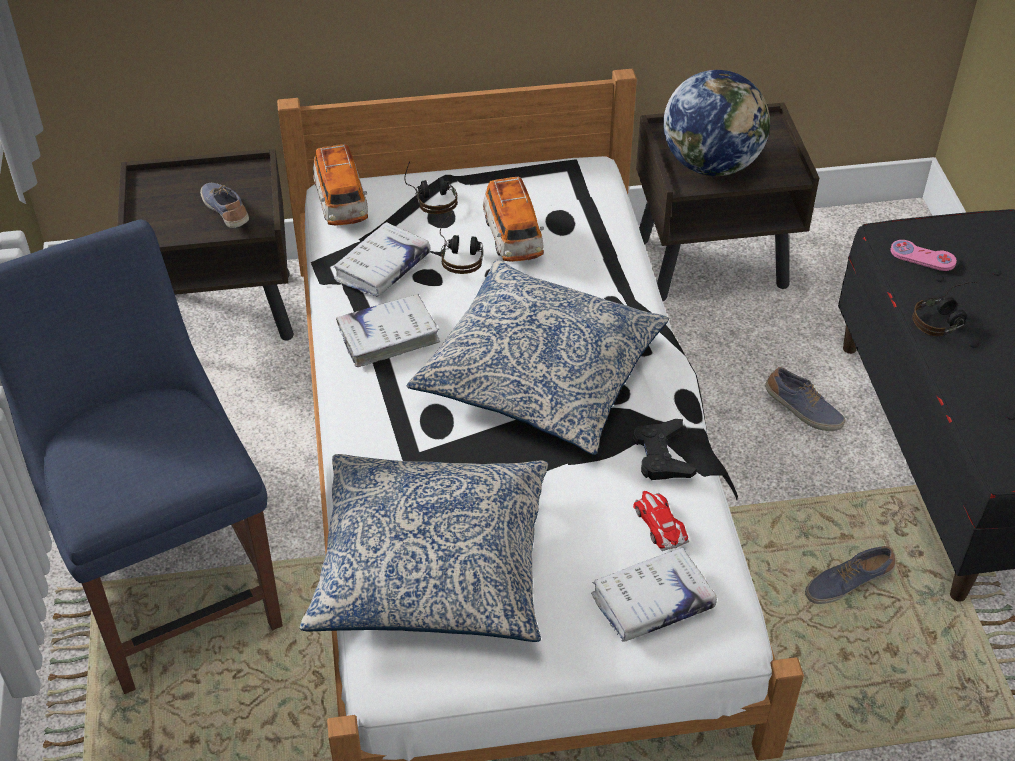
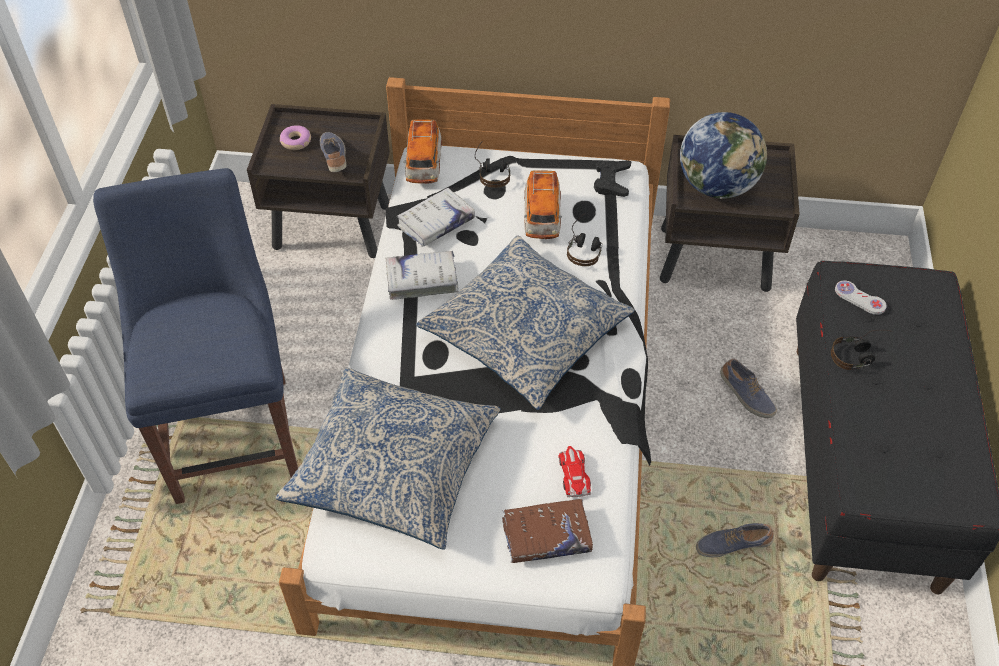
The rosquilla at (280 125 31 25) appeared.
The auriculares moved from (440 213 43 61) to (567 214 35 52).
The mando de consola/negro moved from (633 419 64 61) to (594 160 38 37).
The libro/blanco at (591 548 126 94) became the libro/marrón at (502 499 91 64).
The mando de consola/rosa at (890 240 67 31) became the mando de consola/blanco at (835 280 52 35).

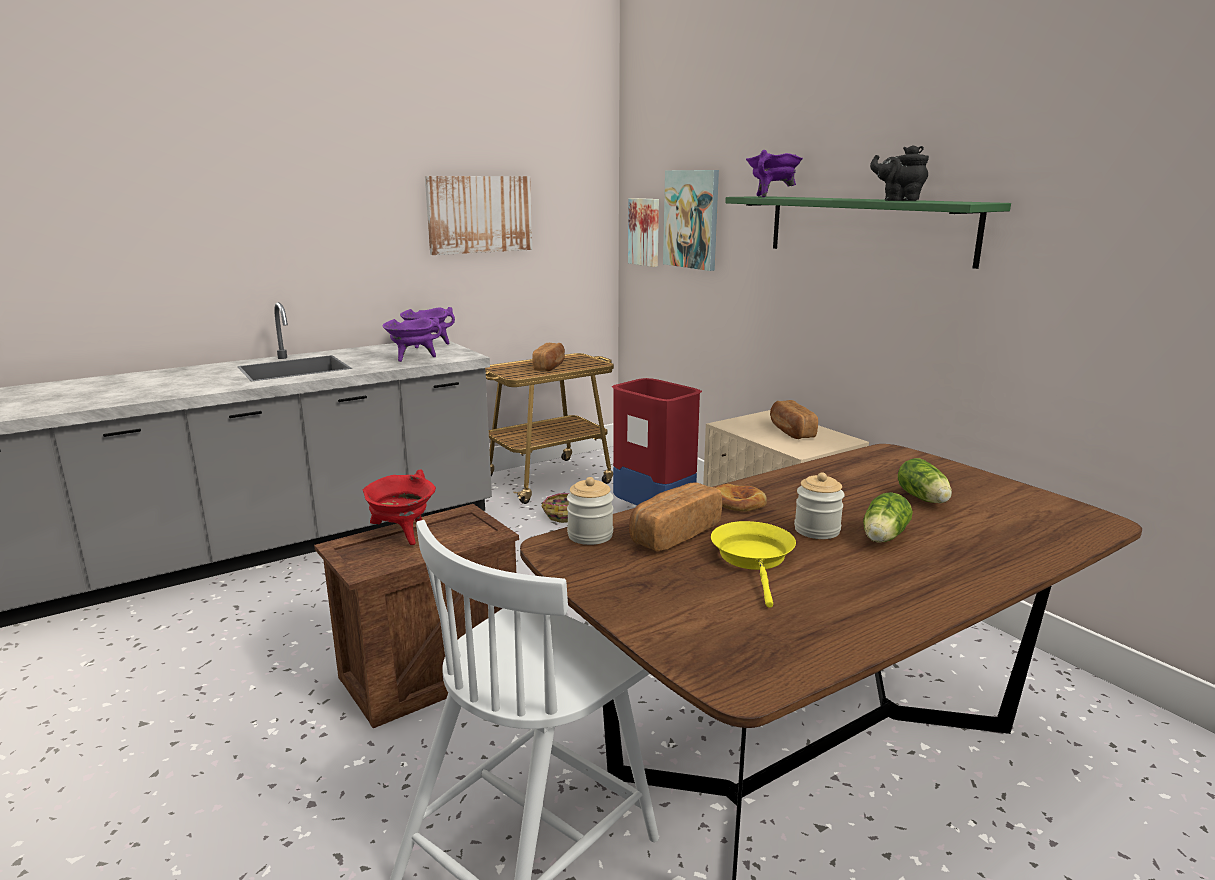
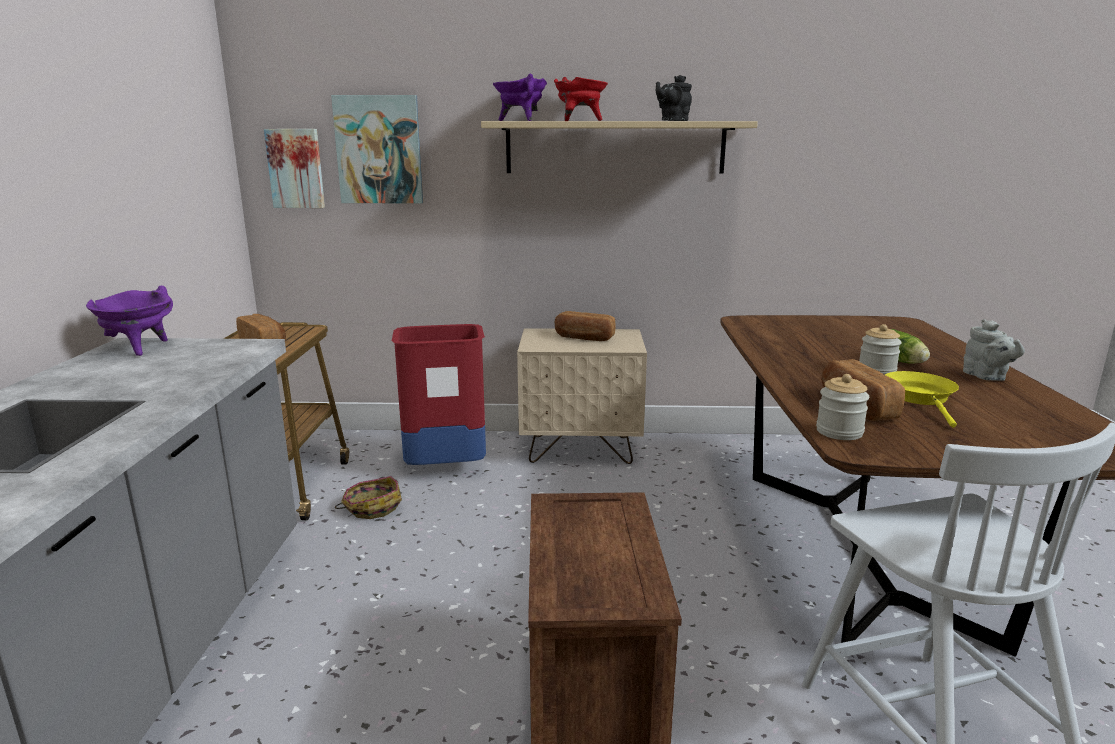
The olla/morado at (383 317 59 45) disappeared.
The cuadro at (425 176 107 79) disappeared.
The pan at (716 484 51 27) disappeared.
The lechuga at (898 458 54 45) disappeared.
The tetera/gris at (963 319 62 62) appeared.
The olla/rojo moved from (362 470 74 75) to (554 77 54 44).
The estante/verde at (725 196 286 73) became the estante/beis at (481 121 277 53).
The sartén/amarillo at (711 521 85 87) turned 60 degrees clockwise.

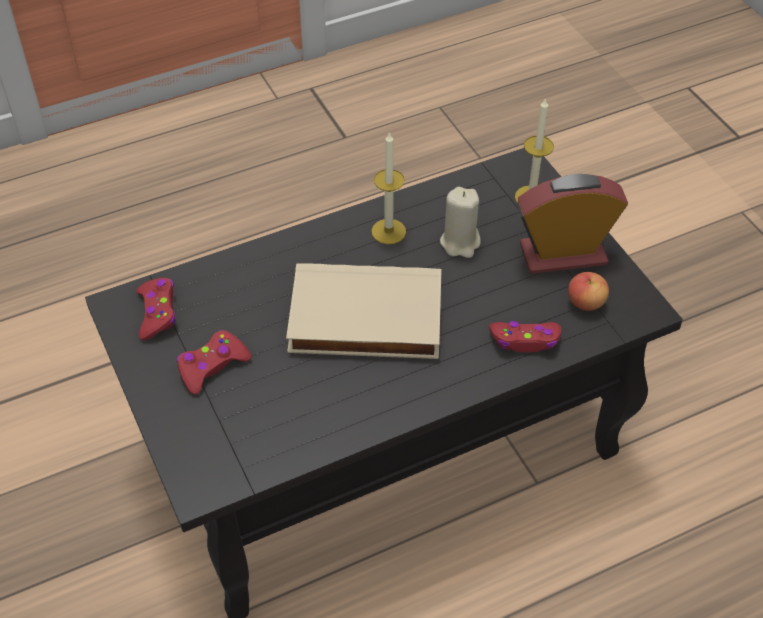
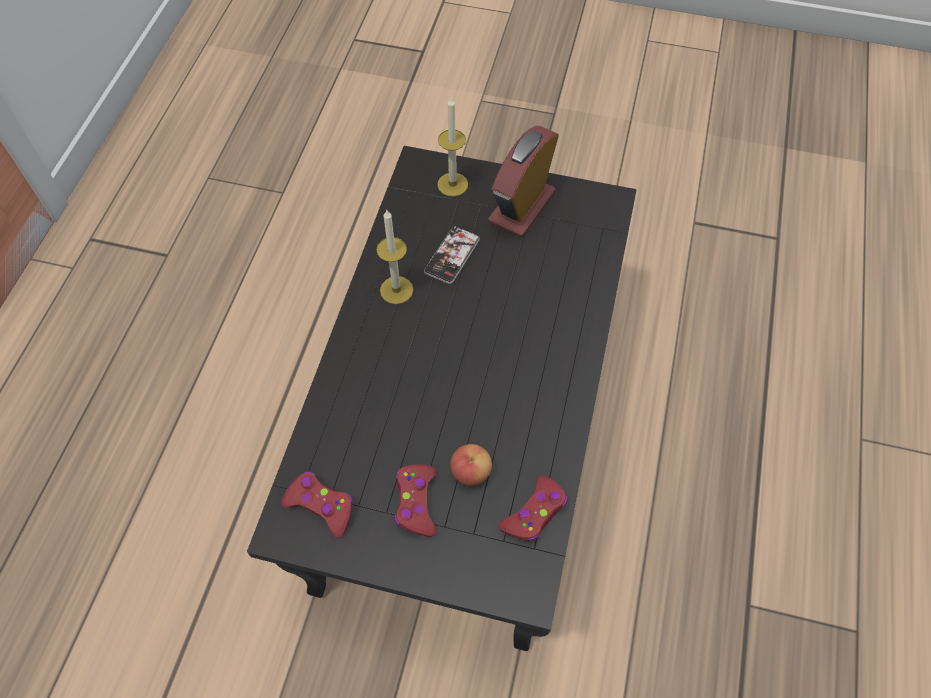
The libro/beis at (286 263 155 96) disappeared.
The mando de consola/rojo moved from (489 321 72 31) to (499 476 69 65).
The manzana moved from (568 272 41 39) to (450 444 42 42).
The vela/beis at (440 187 41 71) was replaced by the móvil at (424 227 56 57).

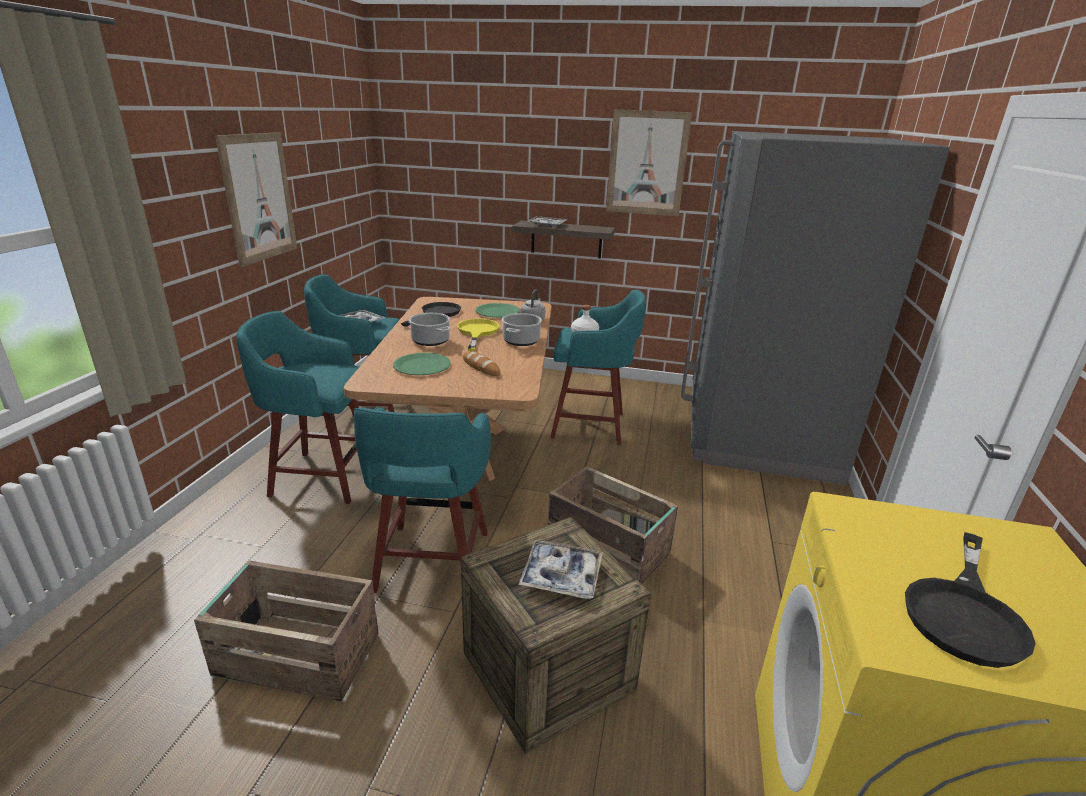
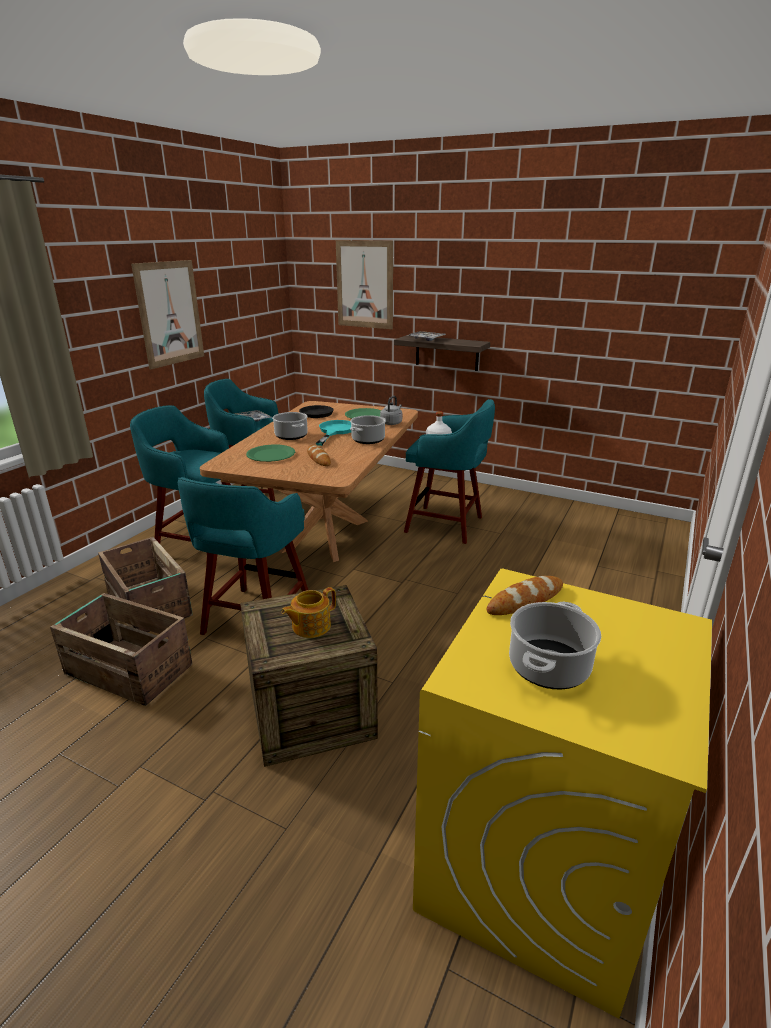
The nevera/gris at (681 131 269 354) disappeared.
The pan at (487 576 76 39) appeared.
The caja de embalaje moved from (548 466 130 118) to (98 537 95 95).
The cuadro moved from (606 109 86 107) to (336 240 57 89).
The bandeja at (518 540 85 59) was replaced by the tetera at (281 587 55 51).
The sartén/negro at (905 532 131 136) was replaced by the olla at (509 602 92 87).
The sartén/amarillo at (457 319 42 32) became the sartén/turquesa at (316 420 35 26).

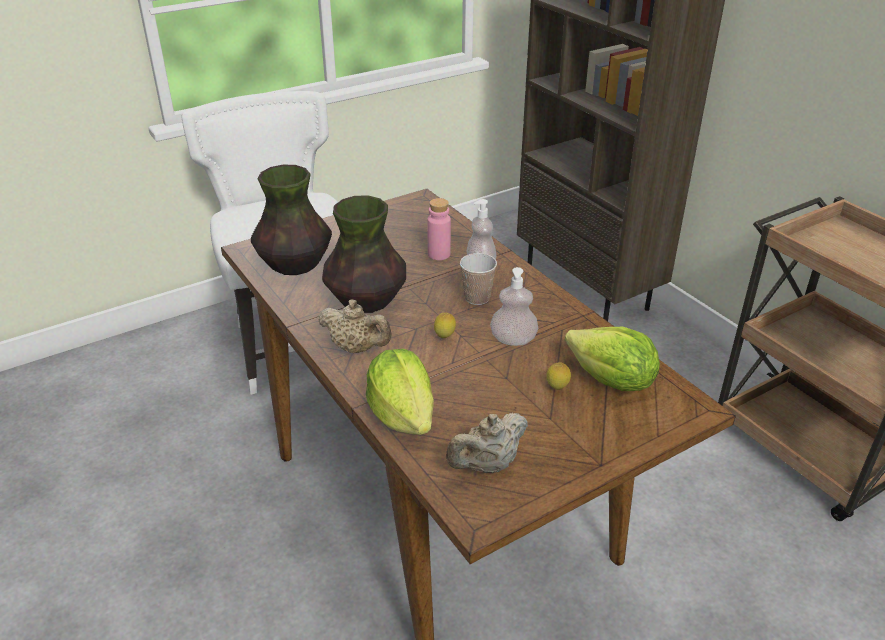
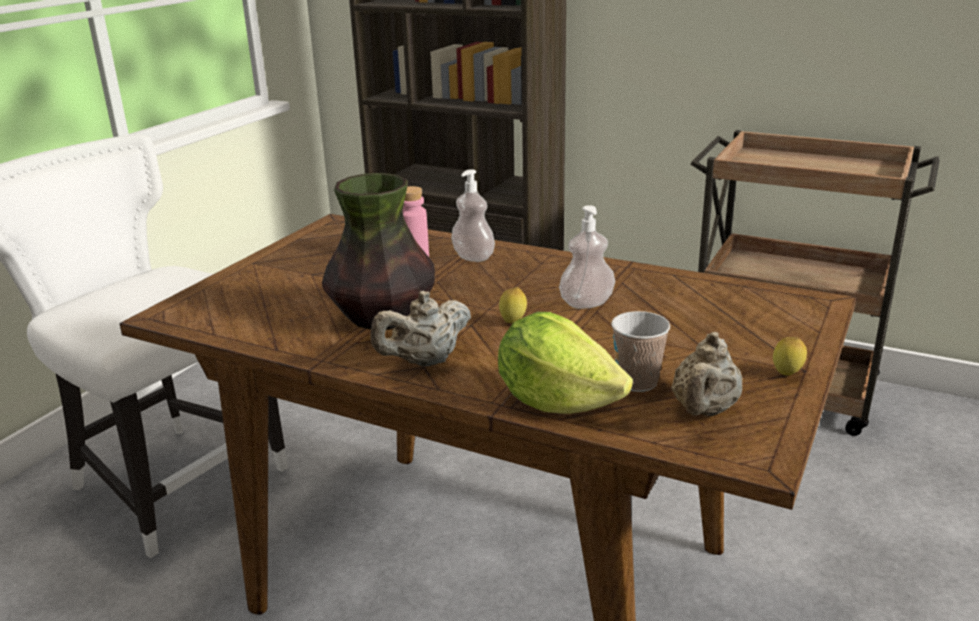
The florero at (251 164 81 111) disappeared.
The lechuga at (565 327 95 64) disappeared.
The taza moved from (460 253 37 52) to (611 311 59 81).
The limón moved from (547 363 24 27) to (773 337 34 39).
The tetera/beis at (318 299 74 54) turned 150 degrees clockwise.

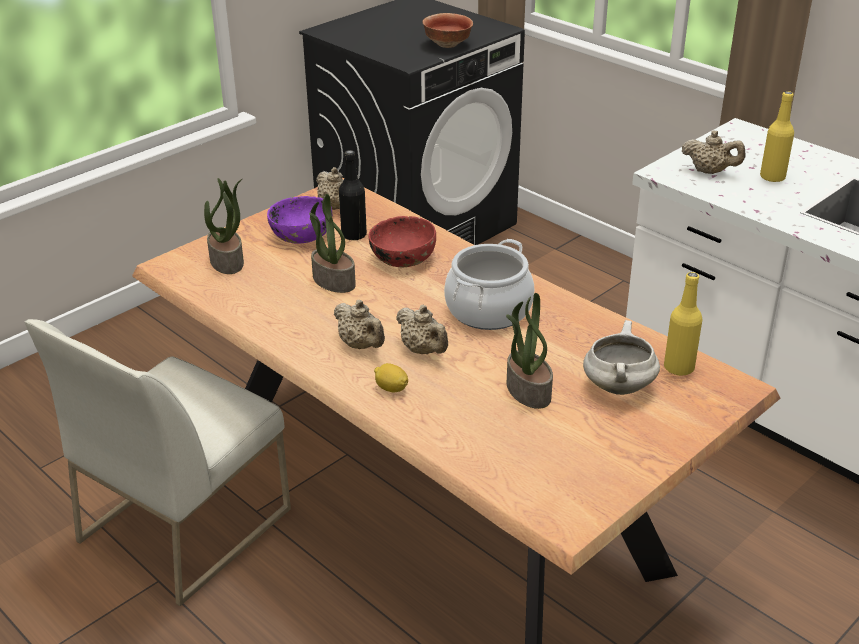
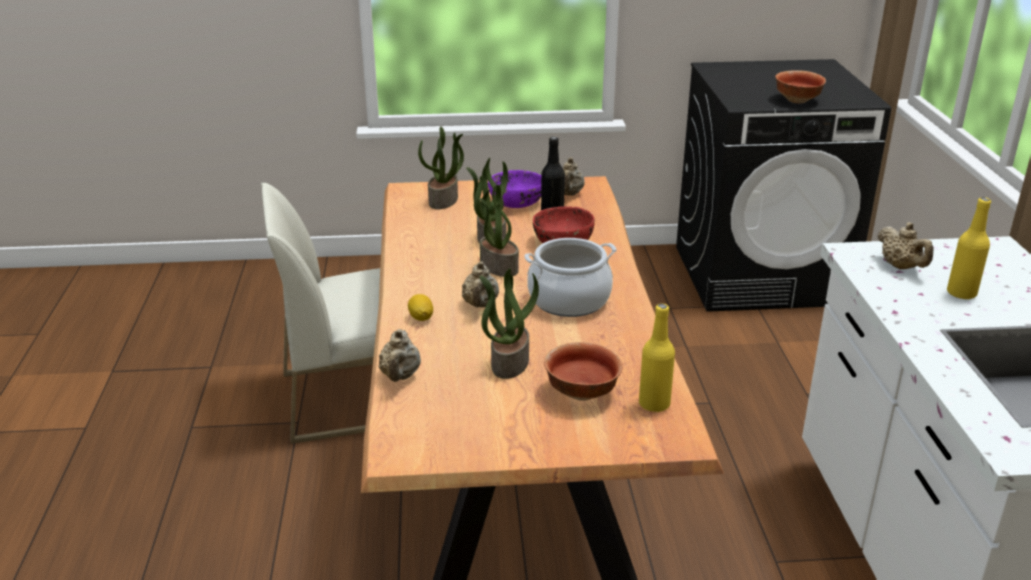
The planta en maceta at (479 184 40 93) appeared.
The tetera/beis moved from (334 300 51 49) to (379 329 42 53).
The olla/blanco at (583 320 77 75) was replaced by the cuenco at (544 342 79 59).

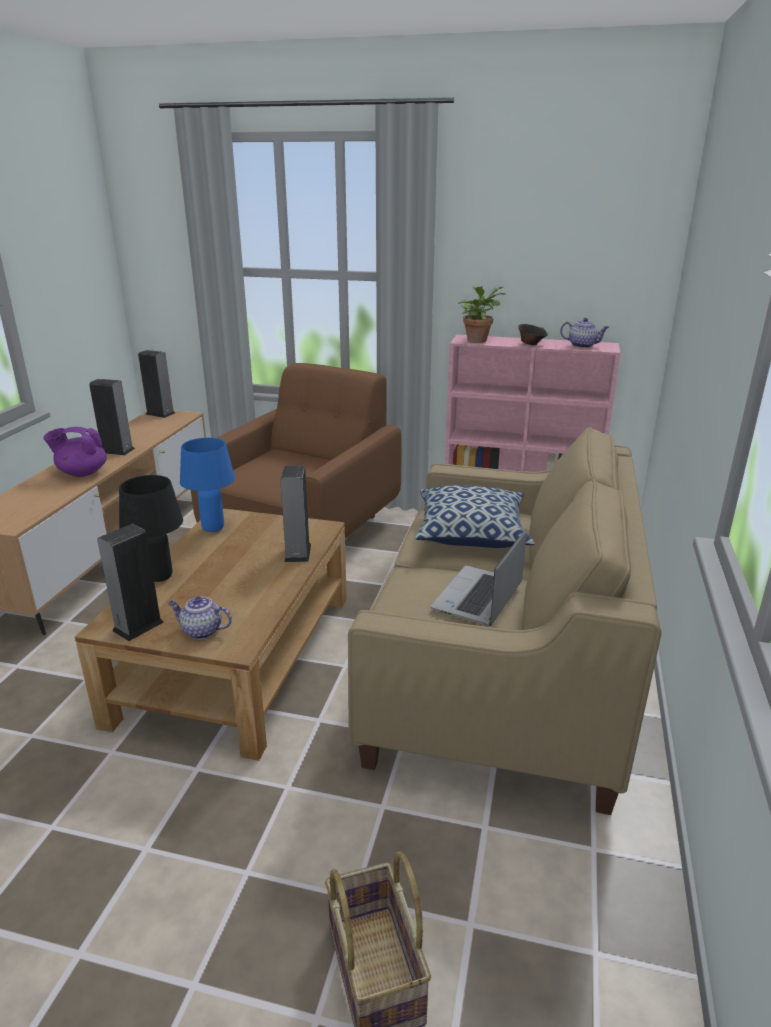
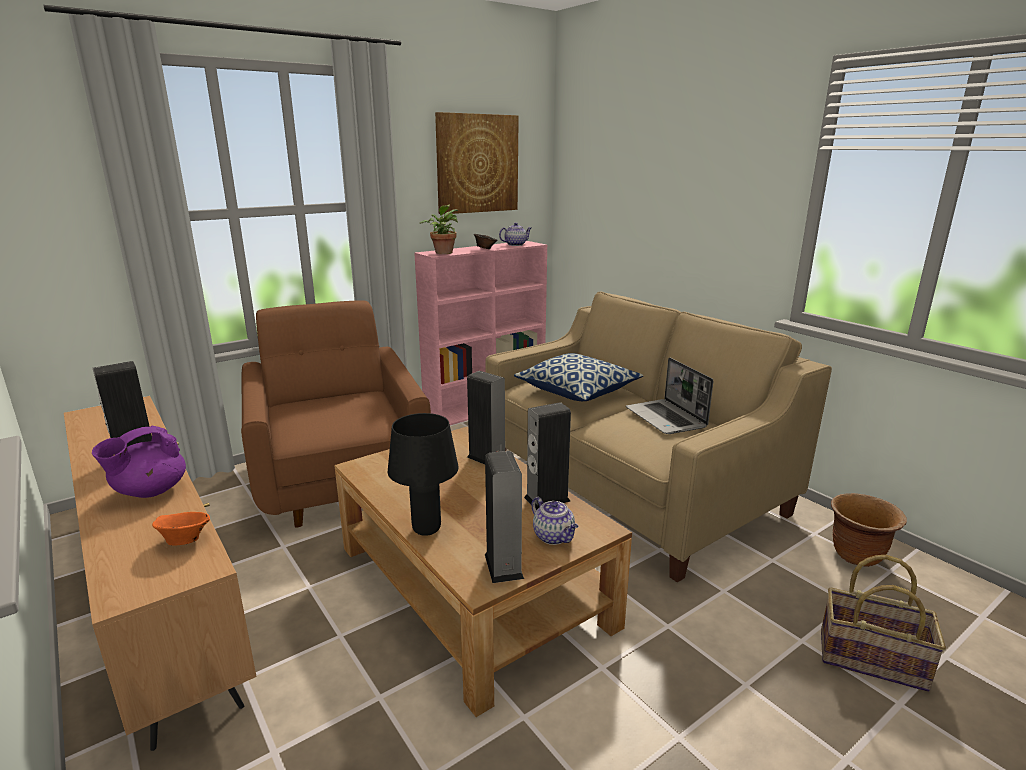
The lámpara de mesa/azul at (180 437 55 95) disappeared.
The cuenco/naranja at (152 512 58 34) appeared.
The cuadro at (435 112 84 102) appeared.
The maceta/marrón at (831 493 76 74) appeared.
The altavoz moved from (138 350 37 68) to (524 402 47 108).
The tetera at (168 596 64 43) turned 90 degrees counterclockwise.

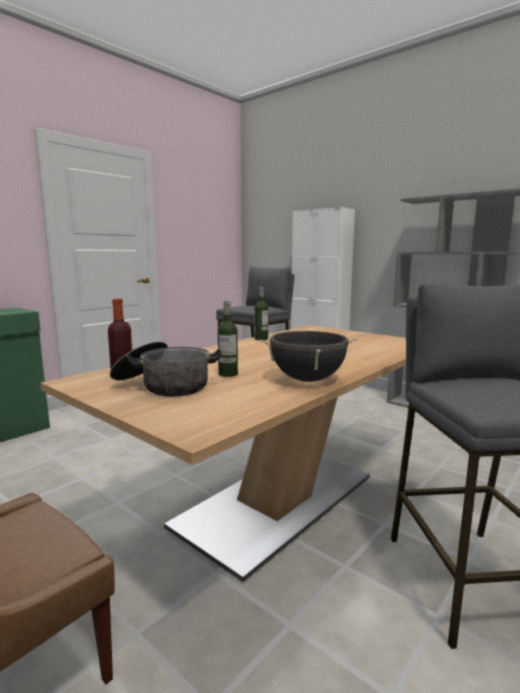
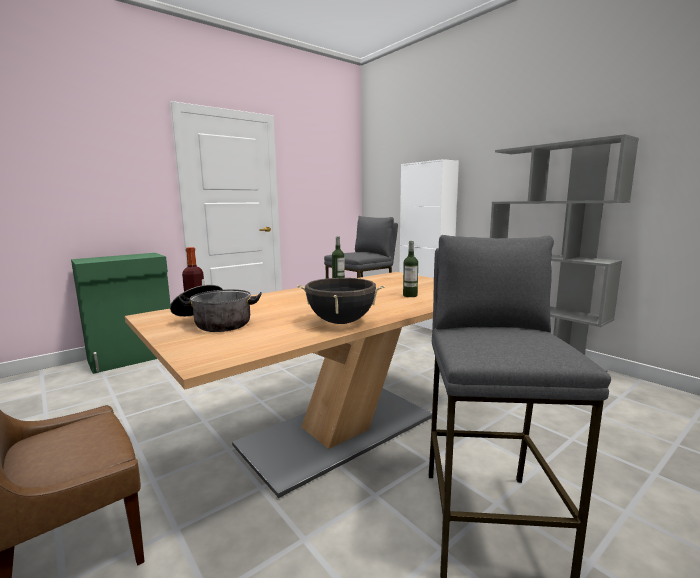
The botella moved from (218 301 20 76) to (403 241 15 56).

